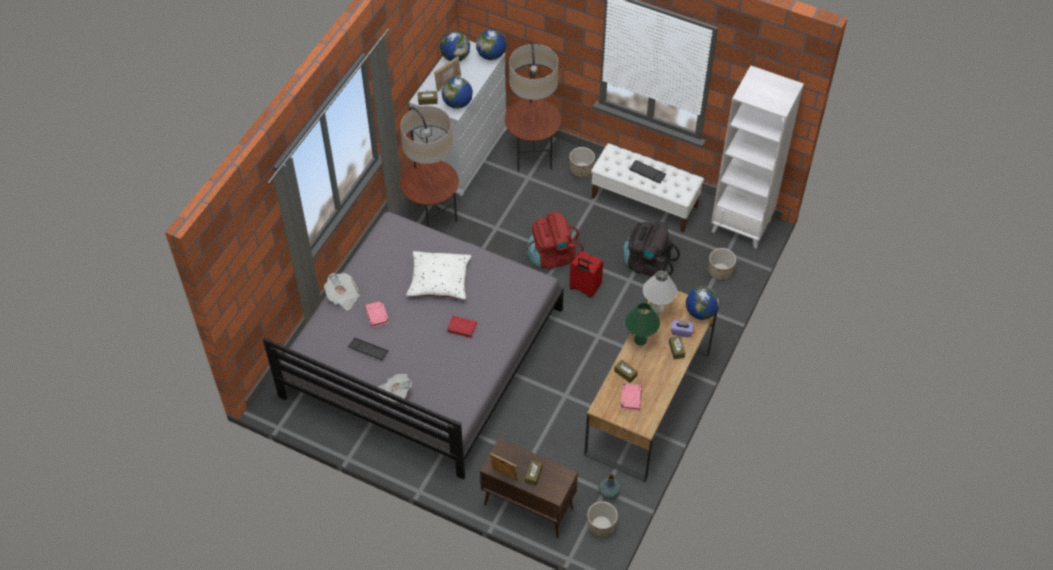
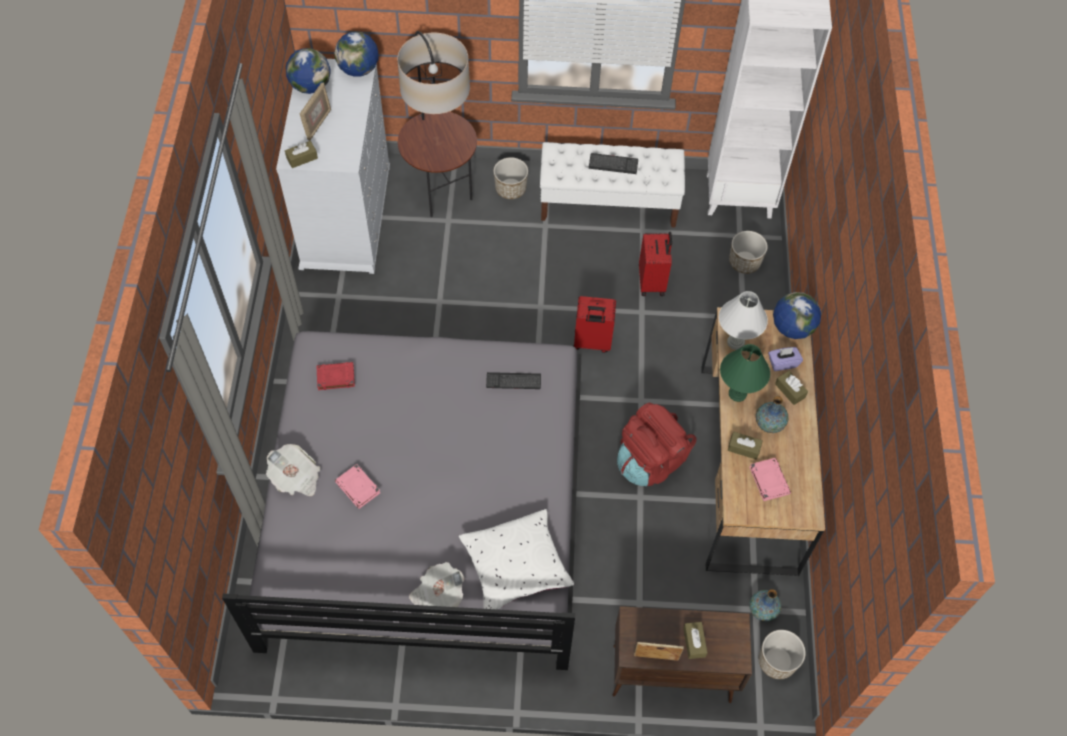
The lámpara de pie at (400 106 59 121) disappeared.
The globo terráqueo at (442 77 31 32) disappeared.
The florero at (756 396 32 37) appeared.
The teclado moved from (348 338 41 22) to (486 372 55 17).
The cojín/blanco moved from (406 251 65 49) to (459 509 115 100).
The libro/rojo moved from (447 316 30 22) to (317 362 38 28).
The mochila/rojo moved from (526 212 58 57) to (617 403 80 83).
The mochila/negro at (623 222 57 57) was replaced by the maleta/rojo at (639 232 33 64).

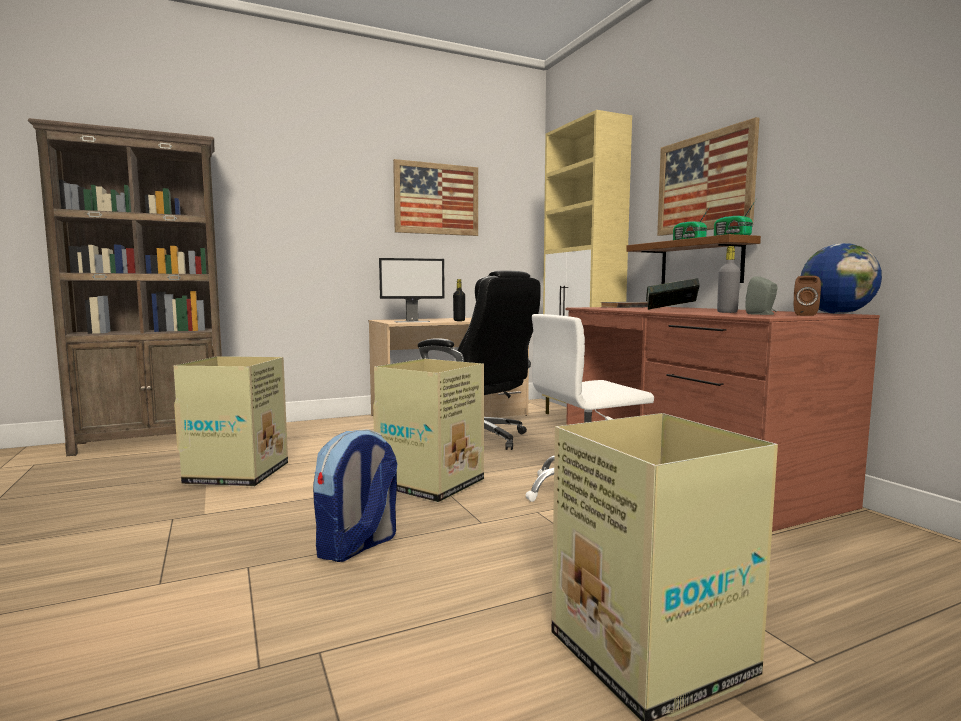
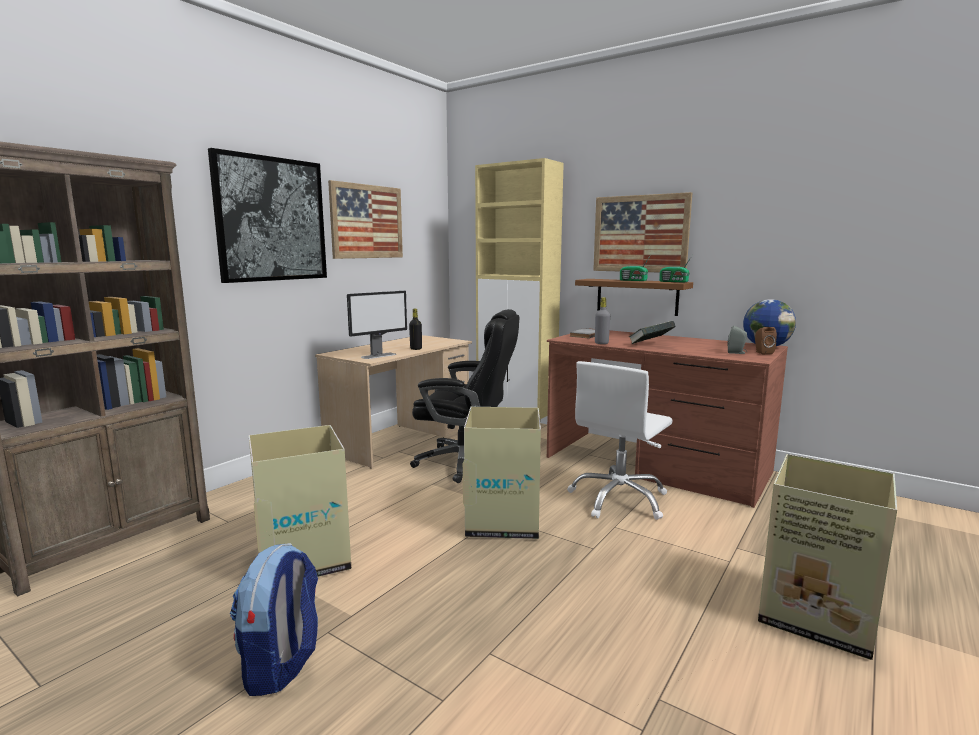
The cuadro at (208 148 119 135) appeared.
The mochila moved from (313 429 84 133) to (230 543 88 153).
The botella/gris moved from (717 246 24 67) to (595 297 15 47).

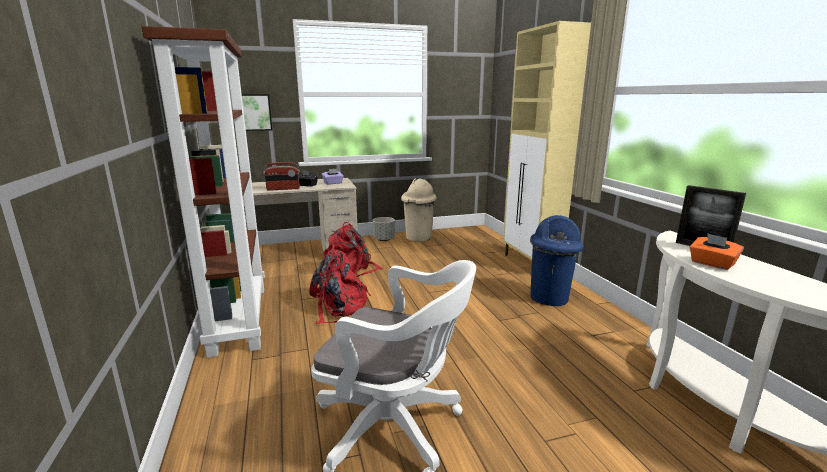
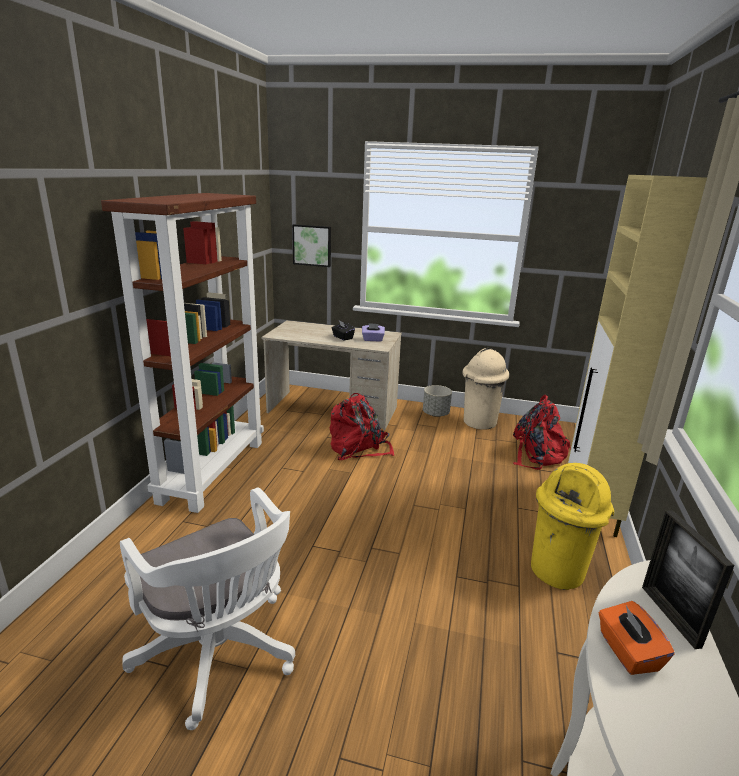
The radio at (263 162 37 29) disappeared.
The mochila/rojo moved from (309 244 62 80) to (513 395 58 75).
The papelera/azul at (530 215 54 91) became the papelera/amarillo at (531 463 83 127).

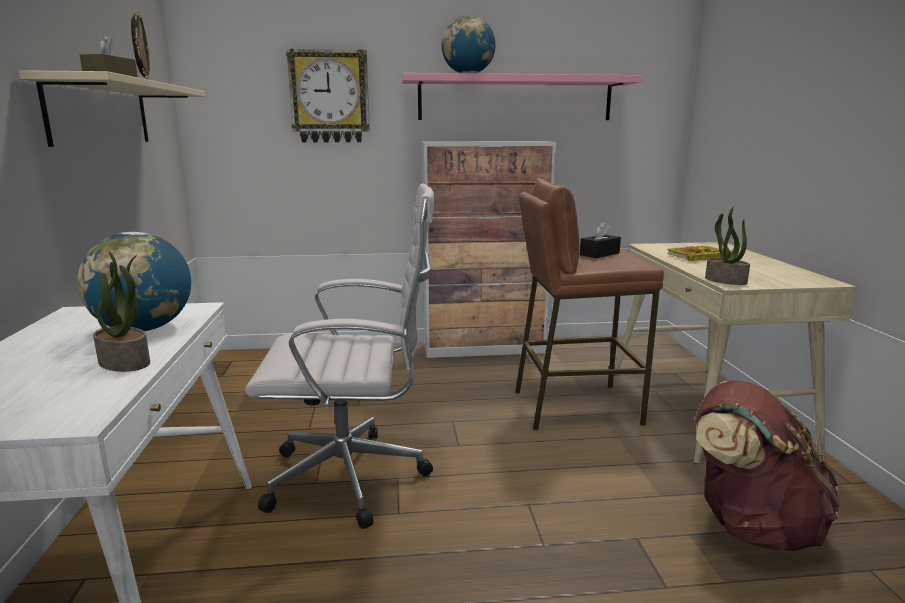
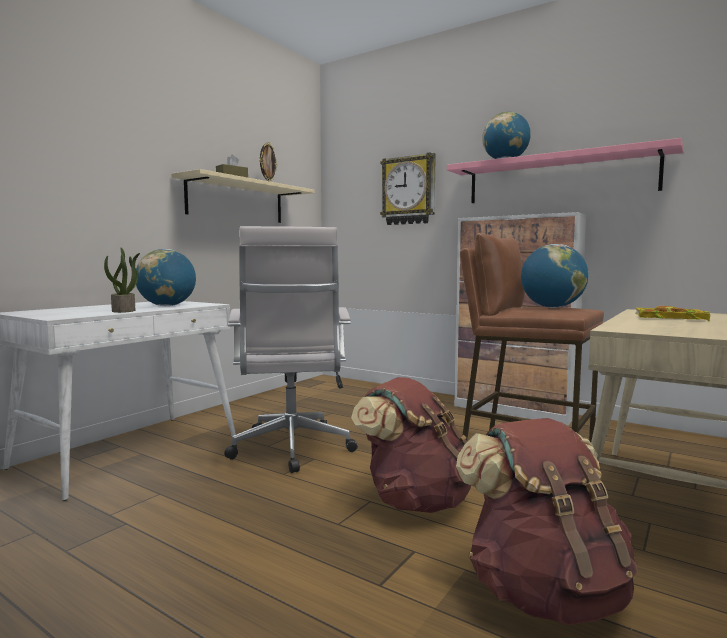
The planta en maceta at (705 207 45 78) disappeared.
The mochila/marrón at (351 377 120 136) appeared.
The caja de pañuelos/negro at (580 221 41 37) was replaced by the globo terráqueo at (521 244 68 64).
The silla de oficina/blanco at (245 183 190 346) turned 45 degrees clockwise.

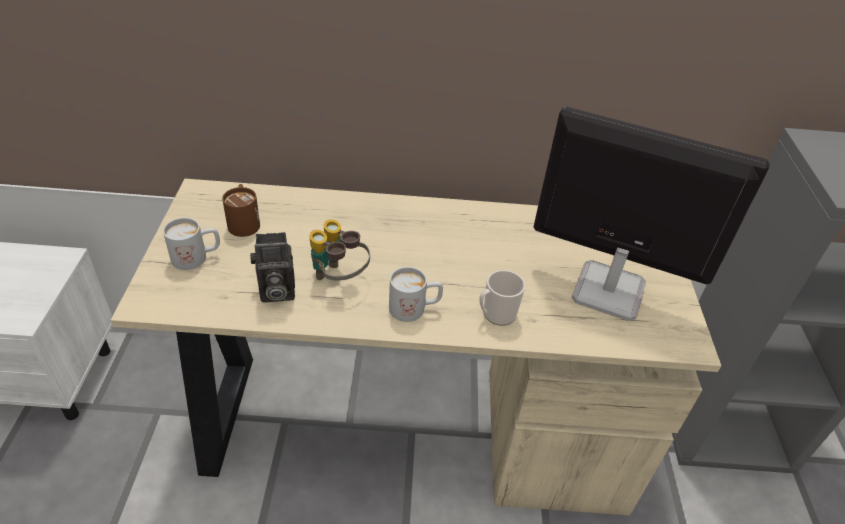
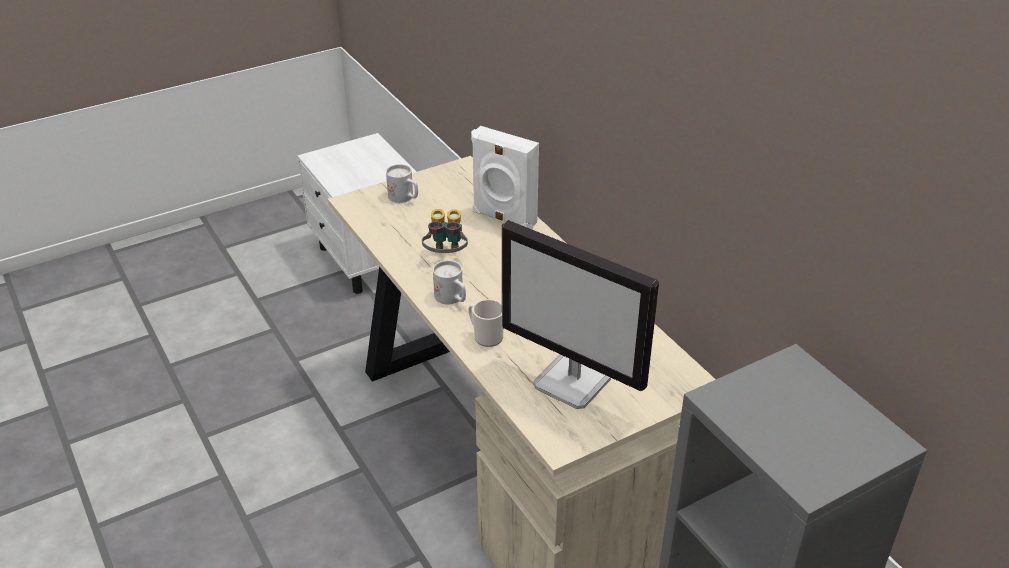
The taza grande/marrón at (222 184 38 53) disappeared.
The cámara at (250 232 45 71) disappeared.
The altavoz/blanco at (471 126 68 103) appeared.
The monitor at (533 107 236 214) turned 135 degrees clockwise.

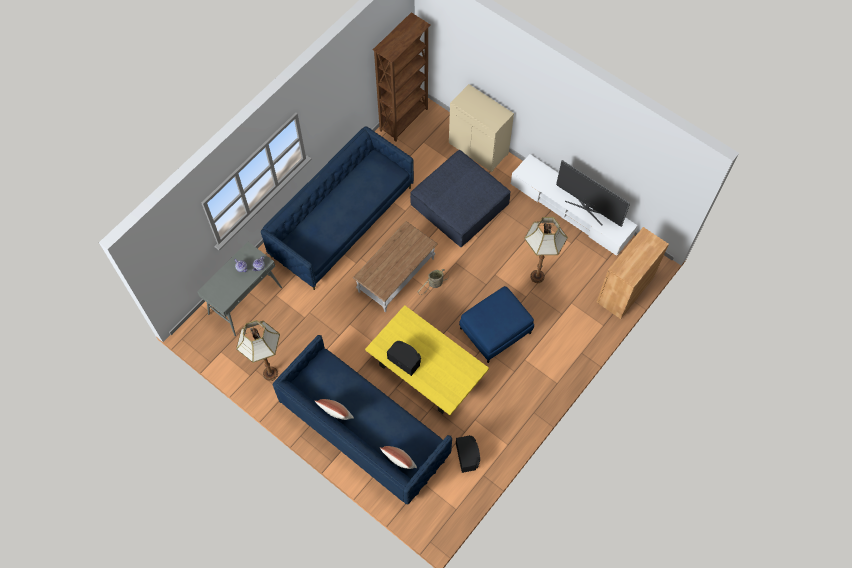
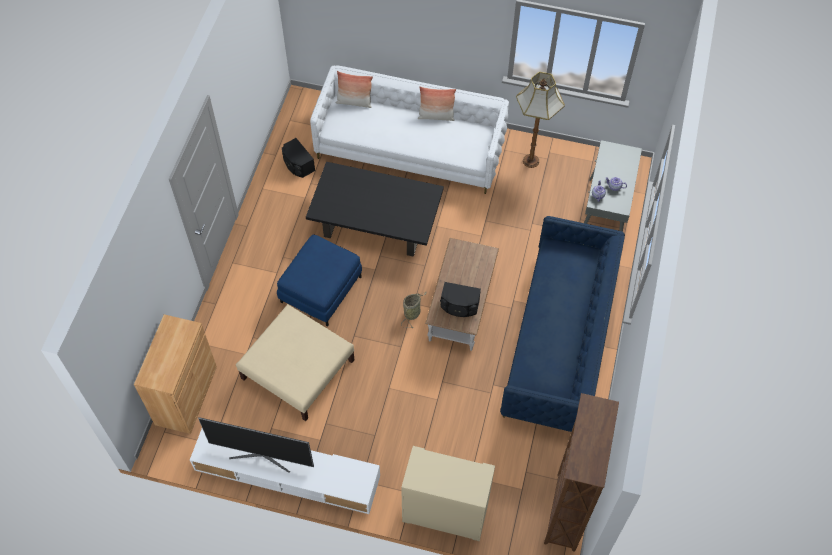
The puf/azul at (410 150 101 97) disappeared.
The altavoz/negro moved from (387 341 34 35) to (440 282 41 35).
The lámpara de pie at (524 217 44 66) was replaced by the puf/beis at (236 304 118 117).
The sofá/azul at (273 335 179 170) became the sofá/blanco at (310 65 199 129).
The mesa de centro/amarillo at (365 305 124 110) became the mesa de centro/negro at (306 162 138 95).

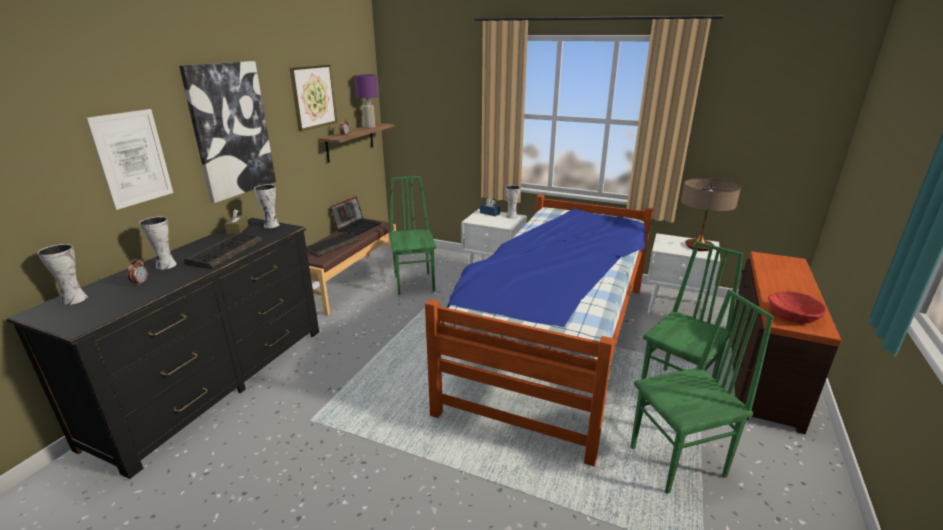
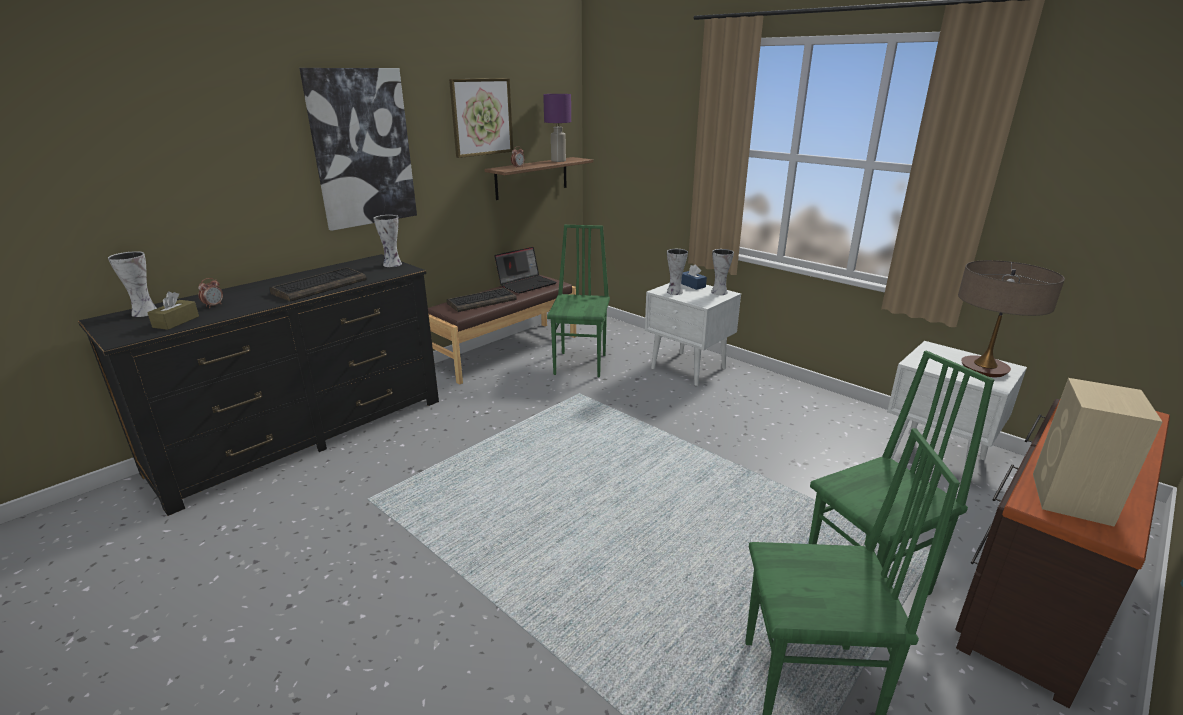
The cuadro at (86 109 87 101) disappeared.
The cama at (425 194 228 272) disappeared.
The florero moved from (139 216 38 54) to (667 249 21 46).
The caja de pañuelos/marrón moved from (224 210 24 24) to (147 292 52 38).
The cuenco/rojo at (768 291 59 32) was replaced by the altavoz/beis at (1033 378 130 149).

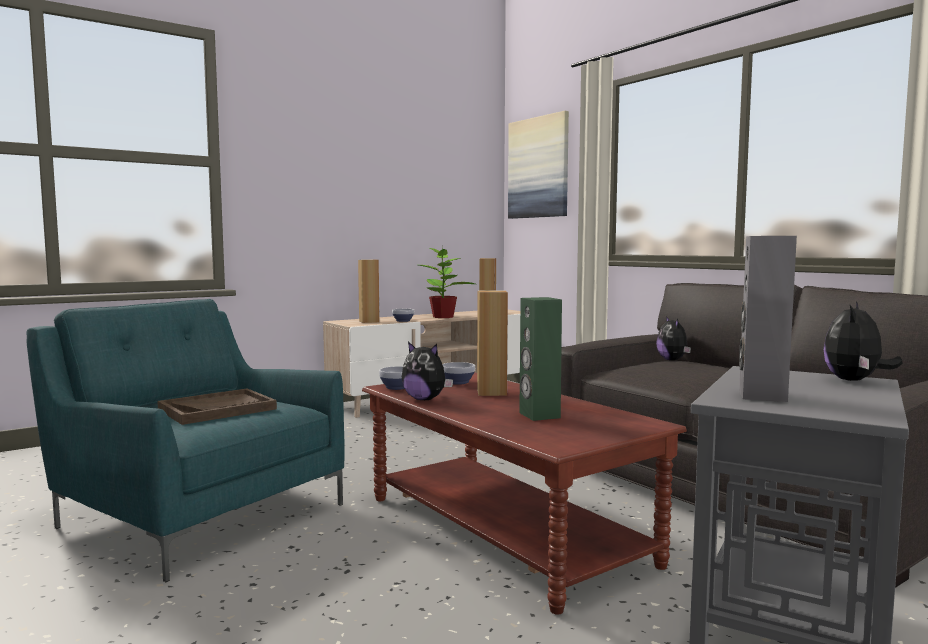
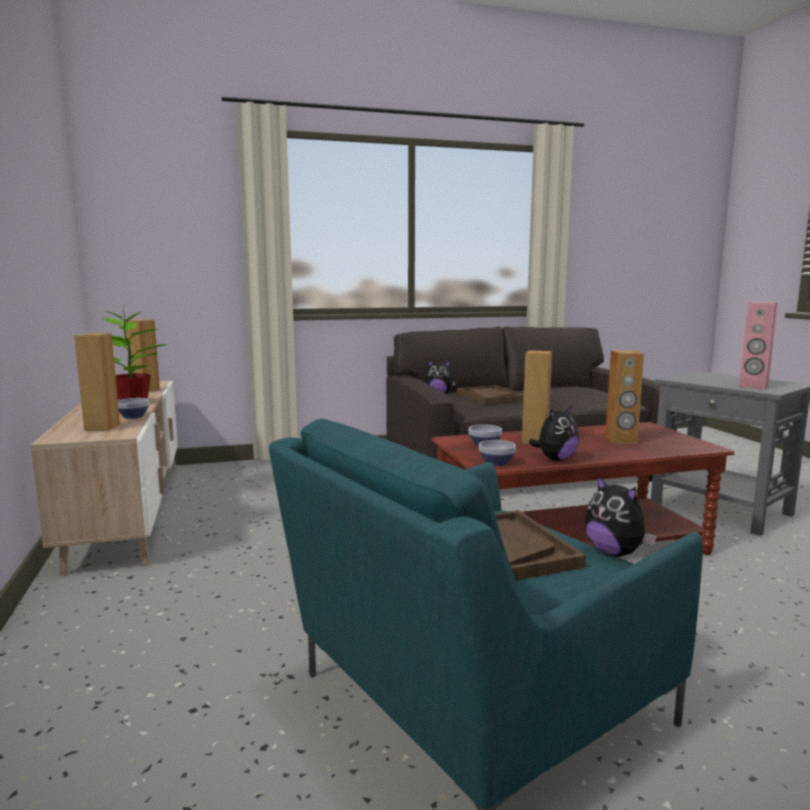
The cuadro at (508 111 61 108) disappeared.
The bandeja/marrón at (457 385 66 19) appeared.
The peluche moved from (824 302 79 79) to (585 476 72 81).
The altavoz/verde at (519 297 43 124) became the altavoz/marrón at (605 350 39 94).
The altavoz/gris at (739 236 58 166) became the altavoz/rosa at (739 302 38 87).

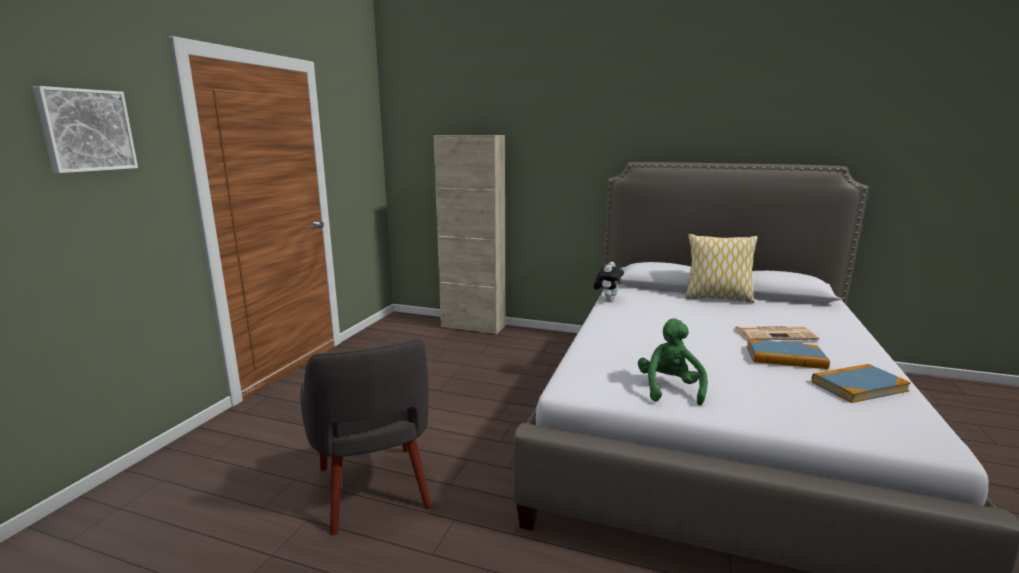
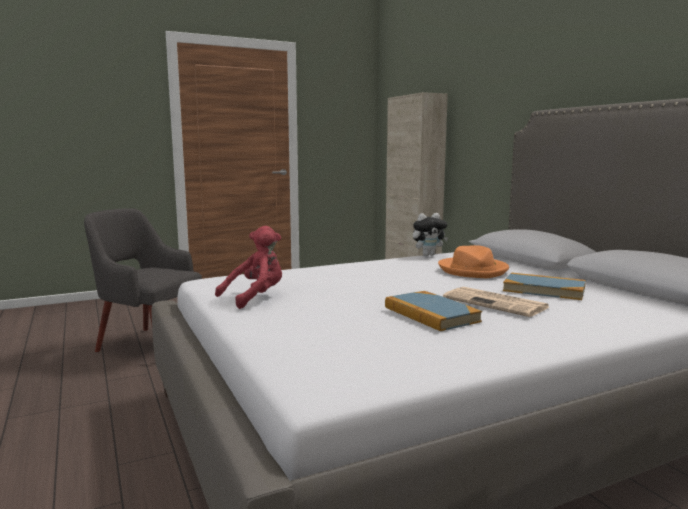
The cuadro at (33 86 105 87) disappeared.
The cojín at (685 234 73 69) disappeared.
The sombrero/naranja at (438 245 71 33) appeared.
The libro moved from (811 364 100 39) to (503 272 83 28).
The peluche/verde at (638 318 70 87) became the peluche/rojo at (215 226 67 83).
The sillón/gris at (300 339 132 196) turned 90 degrees clockwise.

